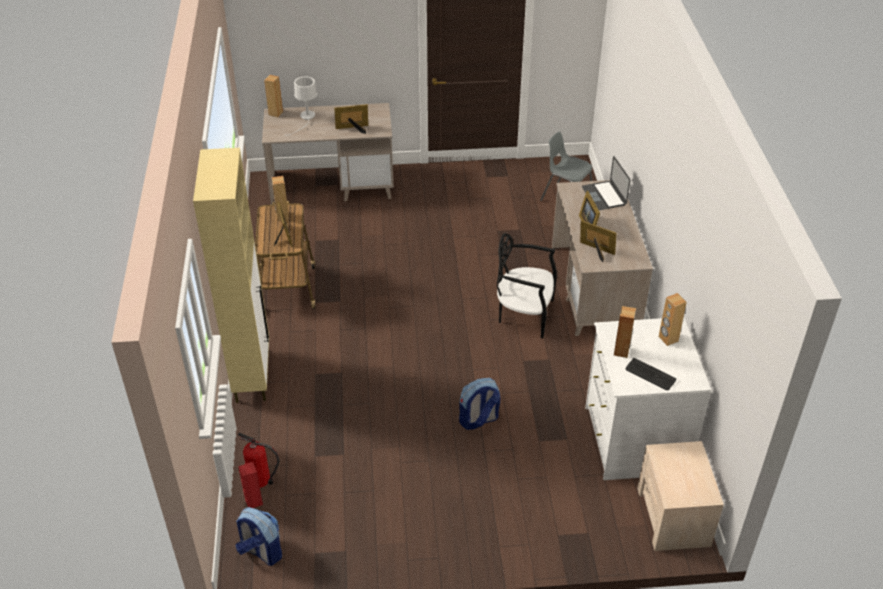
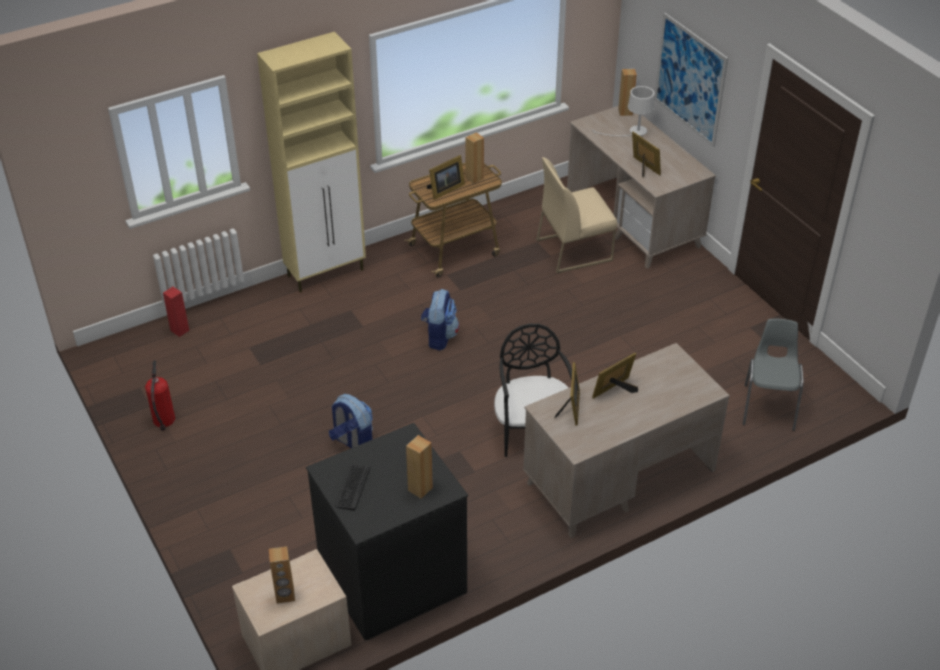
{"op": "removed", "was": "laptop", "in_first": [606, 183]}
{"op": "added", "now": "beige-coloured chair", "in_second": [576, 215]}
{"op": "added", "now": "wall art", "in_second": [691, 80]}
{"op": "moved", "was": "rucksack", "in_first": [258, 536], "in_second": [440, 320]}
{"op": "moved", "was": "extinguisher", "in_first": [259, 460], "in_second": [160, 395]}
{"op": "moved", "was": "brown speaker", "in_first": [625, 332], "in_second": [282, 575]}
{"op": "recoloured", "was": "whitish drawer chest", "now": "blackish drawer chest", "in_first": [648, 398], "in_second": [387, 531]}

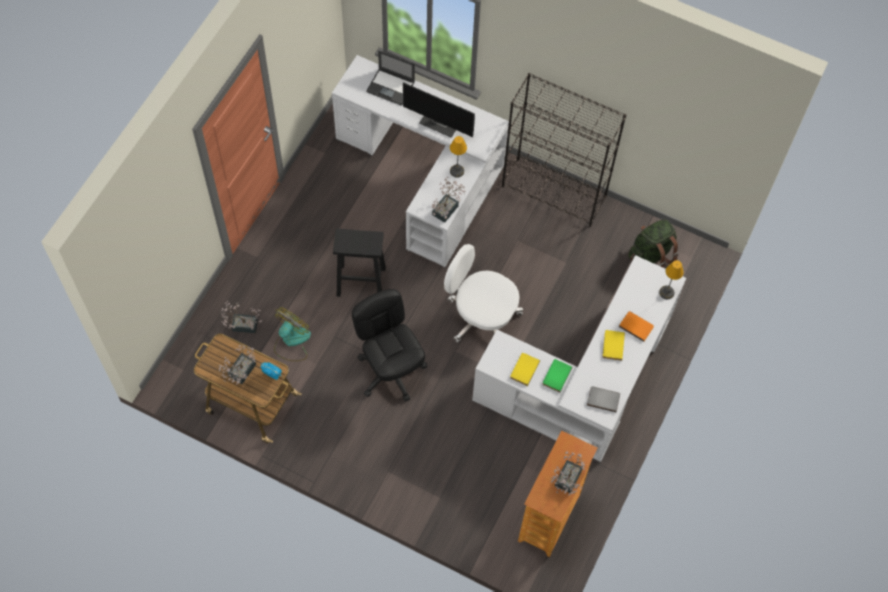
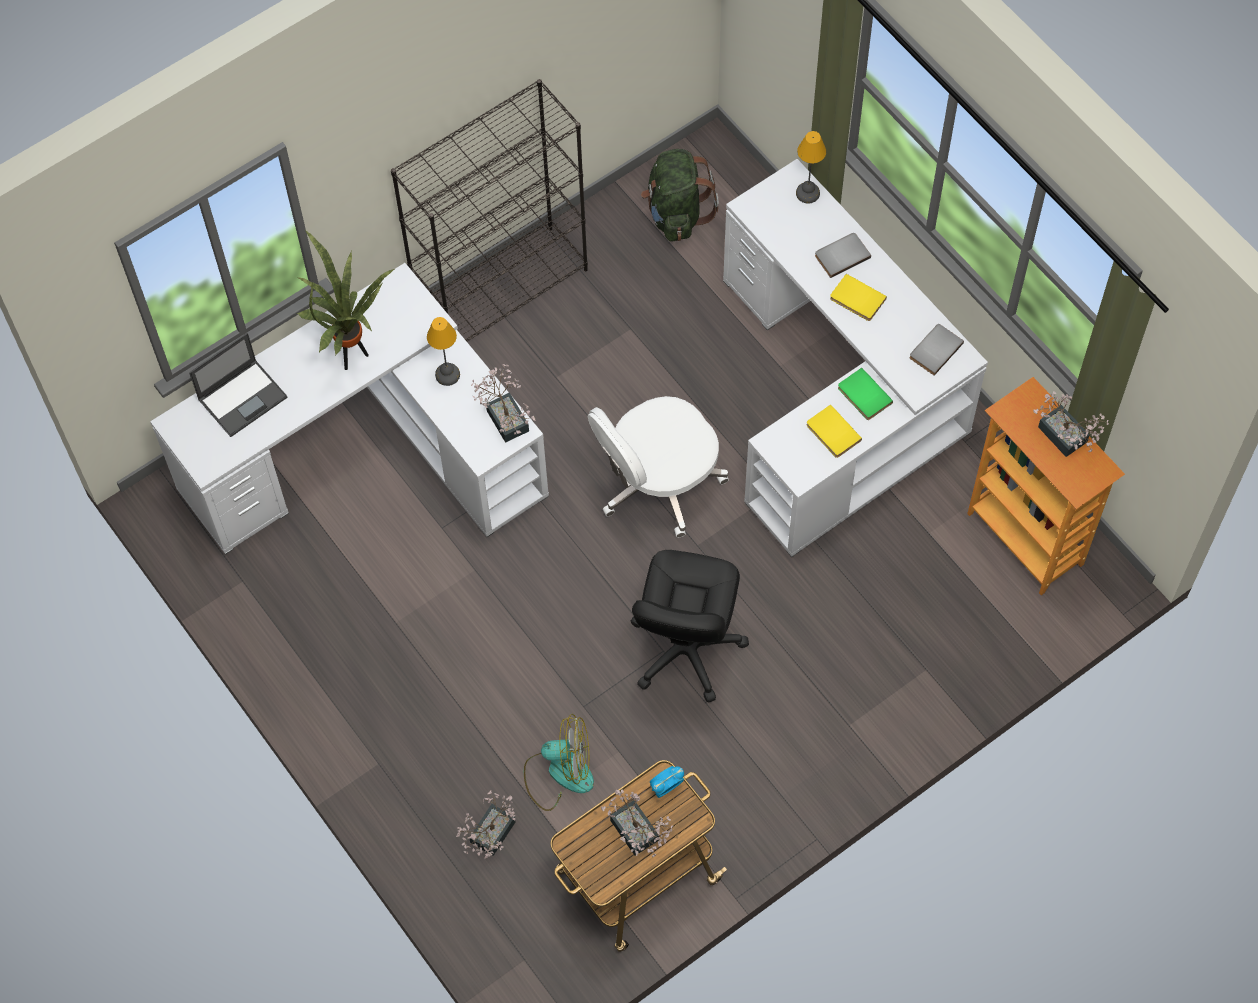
{"op": "removed", "was": "blackish stool seat", "in_first": [359, 263]}
{"op": "replaced", "was": "monitor", "now": "potted plant", "in_first": [439, 110], "in_second": [346, 299]}
{"op": "recoloured", "was": "orangey book", "now": "grey book", "in_first": [636, 326], "in_second": [843, 255]}
{"op": "turned", "was": "electric fan", "in_first": [292, 334], "in_second": [559, 762], "clockwise": 120}
{"op": "turned", "was": "blackish office chair", "in_first": [389, 345], "in_second": [690, 626], "clockwise": -75}

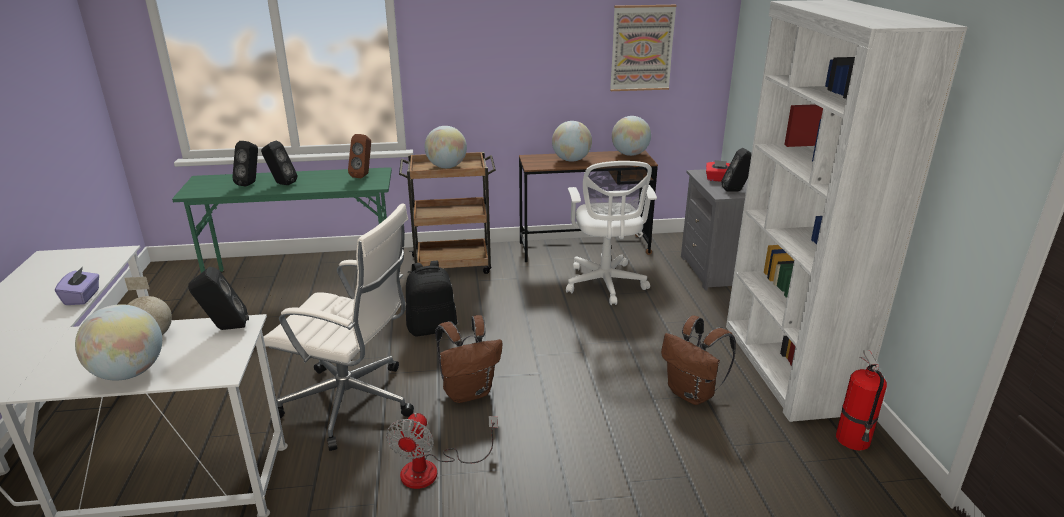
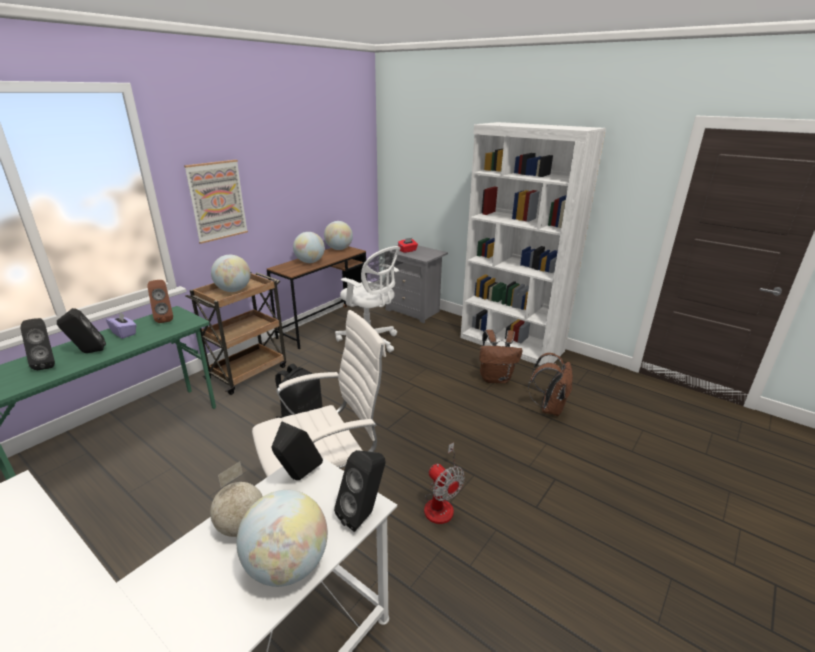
{"op": "removed", "was": "extinguisher", "in_first": [861, 400]}
{"op": "moved", "was": "purple box of tissues", "in_first": [77, 286], "in_second": [121, 325]}
{"op": "moved", "was": "brown rucksack", "in_first": [468, 359], "in_second": [550, 385]}
{"op": "moved", "was": "wall art", "in_first": [643, 48], "in_second": [216, 202]}
{"op": "moved", "was": "blackish speaker", "in_first": [737, 170], "in_second": [360, 491]}

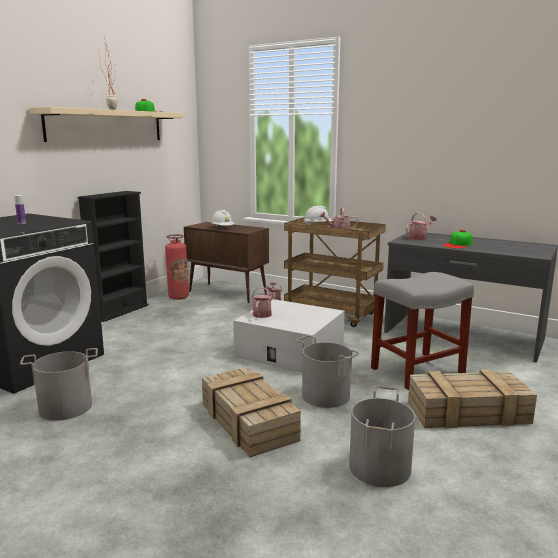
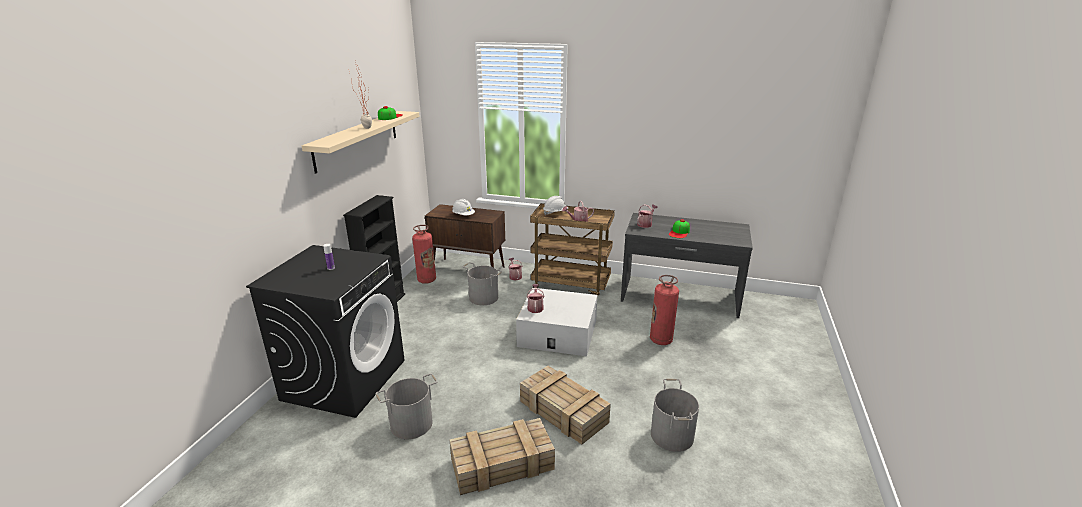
{"op": "moved", "was": "grey water bucket", "in_first": [328, 371], "in_second": [482, 283]}
{"op": "moved", "was": "crate", "in_first": [472, 399], "in_second": [502, 456]}
{"op": "replaced", "was": "grey stool seat", "now": "extinguisher", "in_first": [422, 331], "in_second": [664, 310]}

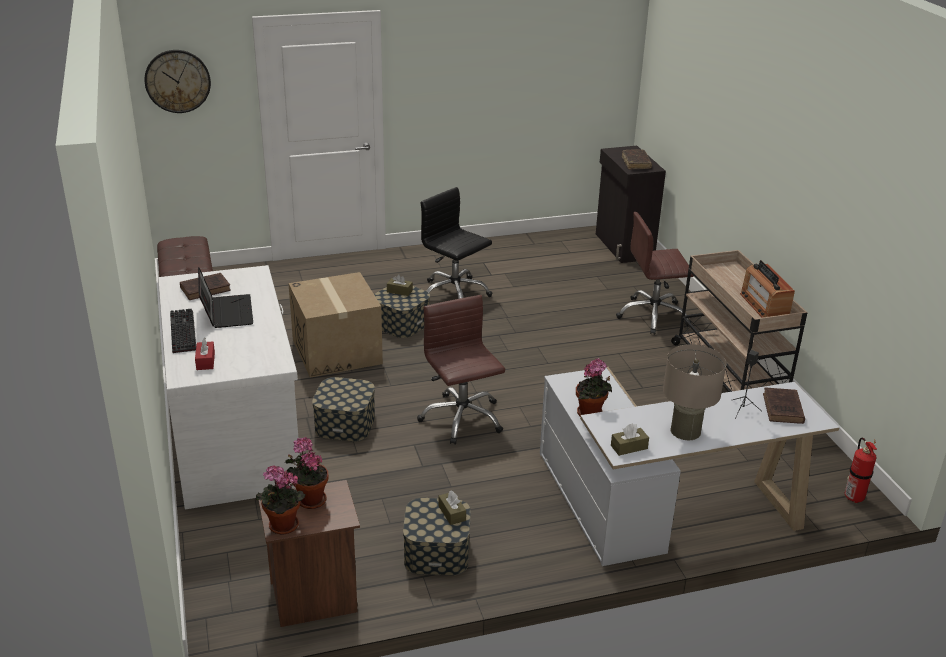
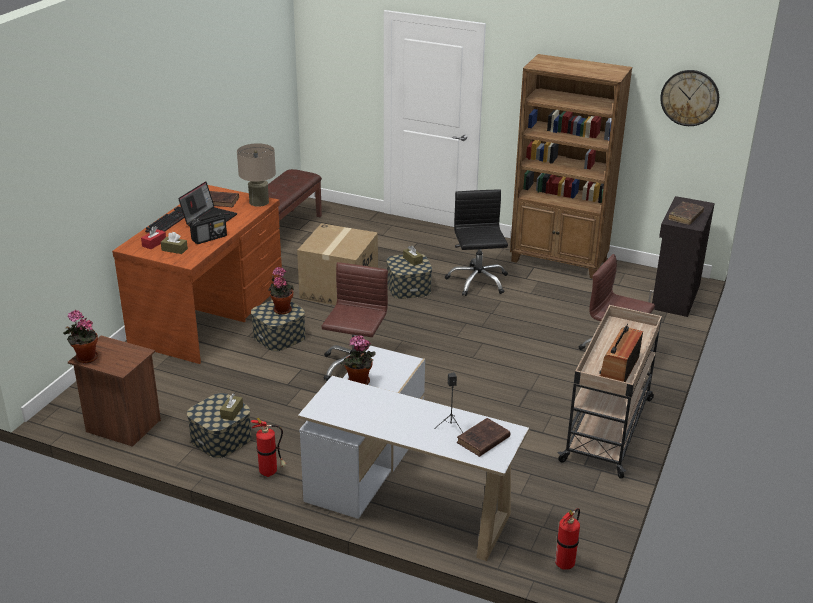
{"op": "added", "now": "radio set", "in_second": [208, 228]}
{"op": "added", "now": "extinguisher", "in_second": [268, 447]}
{"op": "added", "now": "brown bookshelf", "in_second": [571, 166]}
{"op": "moved", "was": "hanging clock", "in_first": [178, 81], "in_second": [689, 98]}
{"op": "moved", "was": "potted plant", "in_first": [306, 473], "in_second": [281, 291]}
{"op": "moved", "was": "brown box of tissues", "in_first": [630, 439], "in_second": [174, 243]}
{"op": "moved", "was": "beige-coloured tabletop lamp", "in_first": [695, 392], "in_second": [256, 175]}
{"op": "recoloured", "was": "whitish desk unit", "now": "brown desk unit", "in_first": [229, 387], "in_second": [197, 274]}

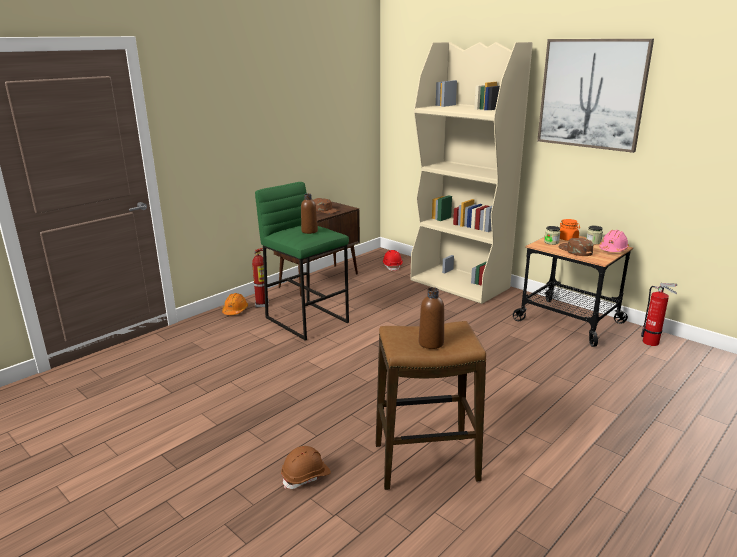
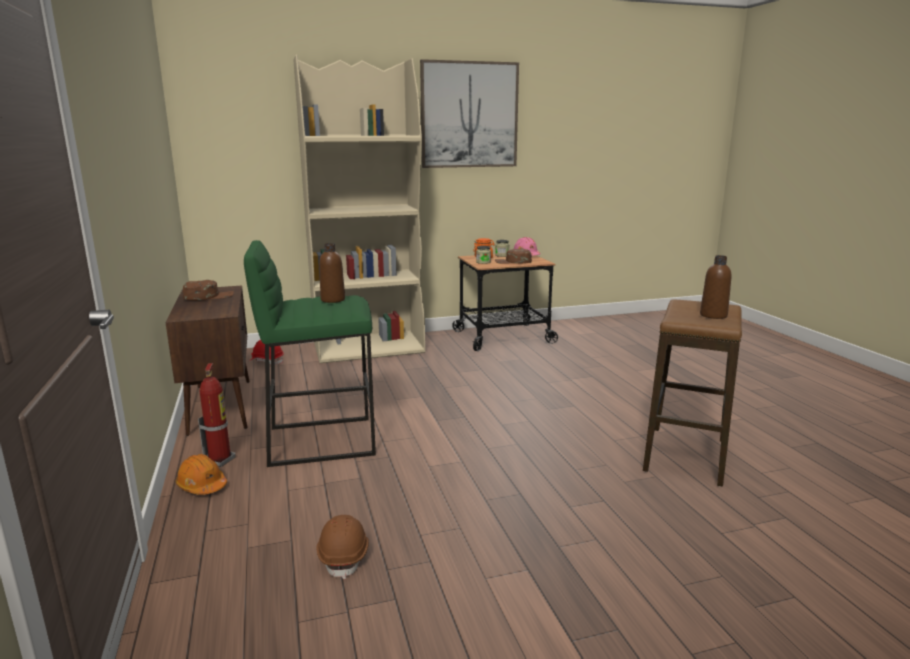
{"op": "removed", "was": "extinguisher", "in_first": [659, 314]}
{"op": "moved", "was": "brown work helmet", "in_first": [306, 467], "in_second": [343, 547]}

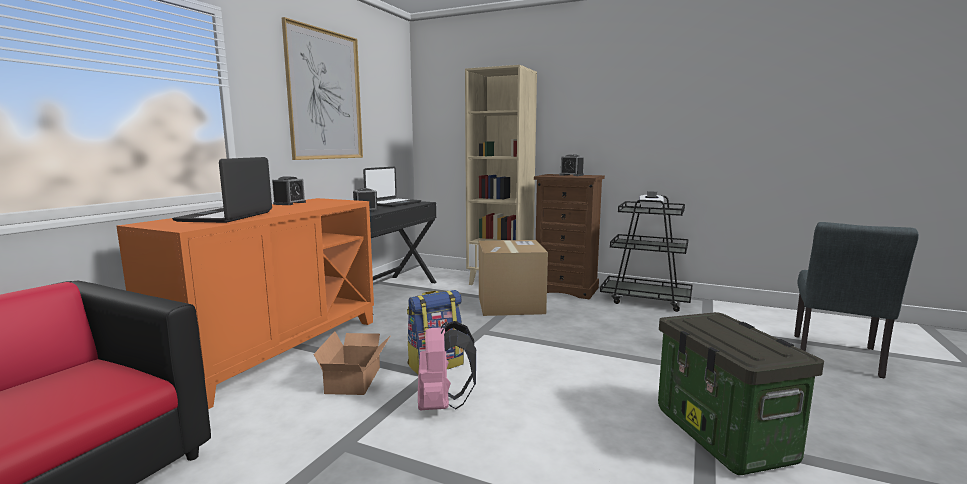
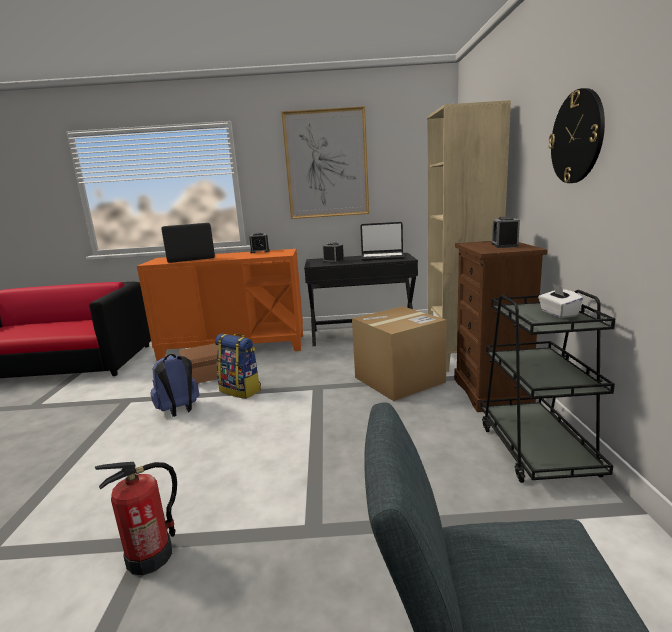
{"op": "added", "now": "hanging clock", "in_second": [576, 135]}
{"op": "replaced", "was": "storage bin", "now": "extinguisher", "in_first": [741, 393], "in_second": [136, 518]}
{"op": "recoloured", "was": "pinkish rucksack", "now": "bluish rucksack", "in_first": [447, 365], "in_second": [175, 385]}

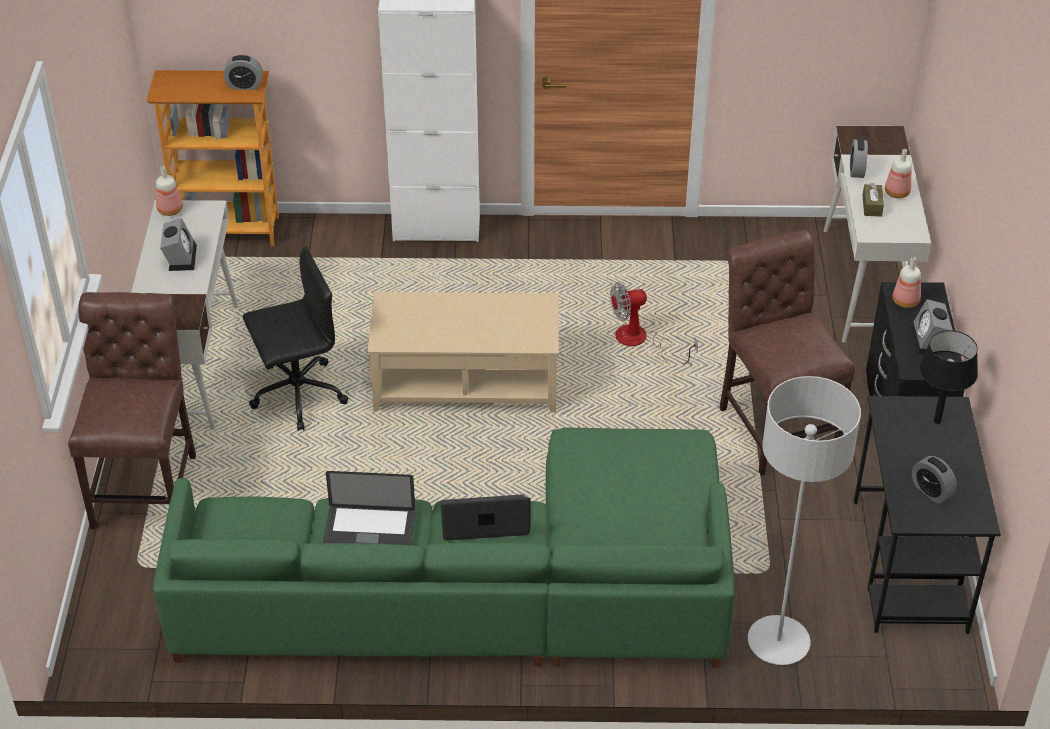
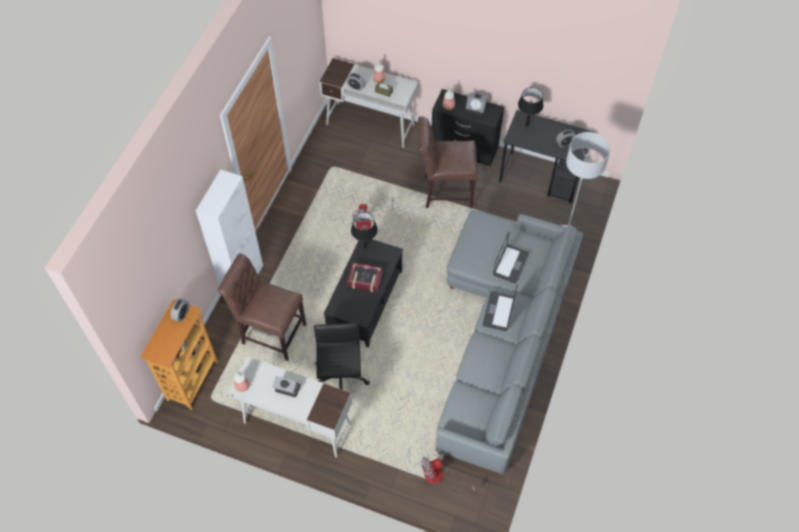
{"op": "added", "now": "book", "in_second": [365, 277]}
{"op": "added", "now": "blackish tabletop lamp", "in_second": [364, 230]}
{"op": "added", "now": "electric fan", "in_second": [448, 476]}
{"op": "moved", "was": "brown chair", "in_first": [132, 410], "in_second": [262, 307]}
{"op": "moved", "was": "laptop", "in_first": [369, 508], "in_second": [511, 257]}
{"op": "recoloured", "was": "green settee", "now": "grey settee", "in_first": [444, 548], "in_second": [509, 343]}
{"op": "recoloured", "was": "beige-coloured low table", "now": "blackish low table", "in_first": [463, 352], "in_second": [363, 293]}

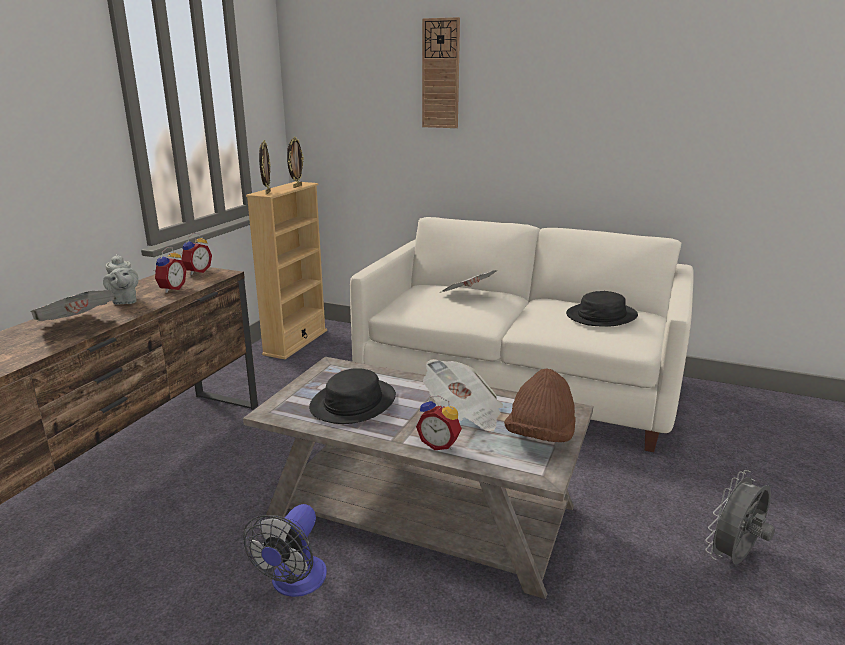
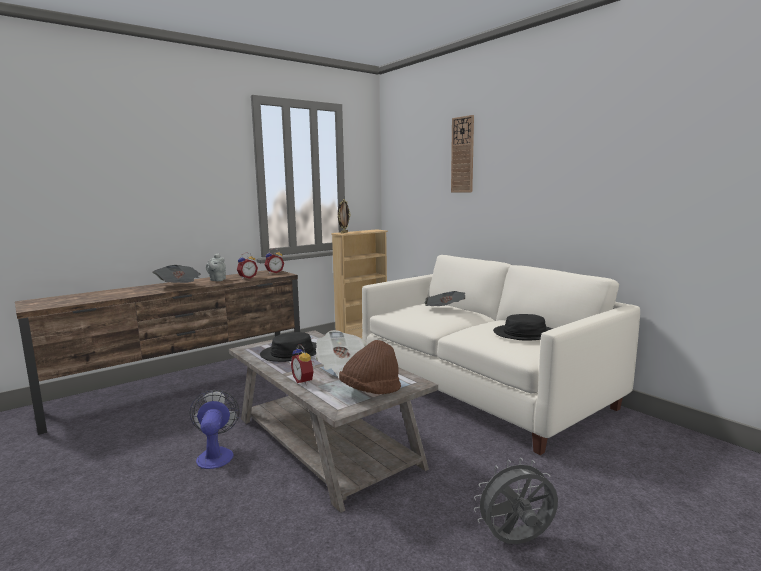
{"op": "removed", "was": "photo frame", "in_first": [295, 162]}
{"op": "turned", "was": "electric fan", "in_first": [285, 550], "in_second": [215, 429], "clockwise": 120}

